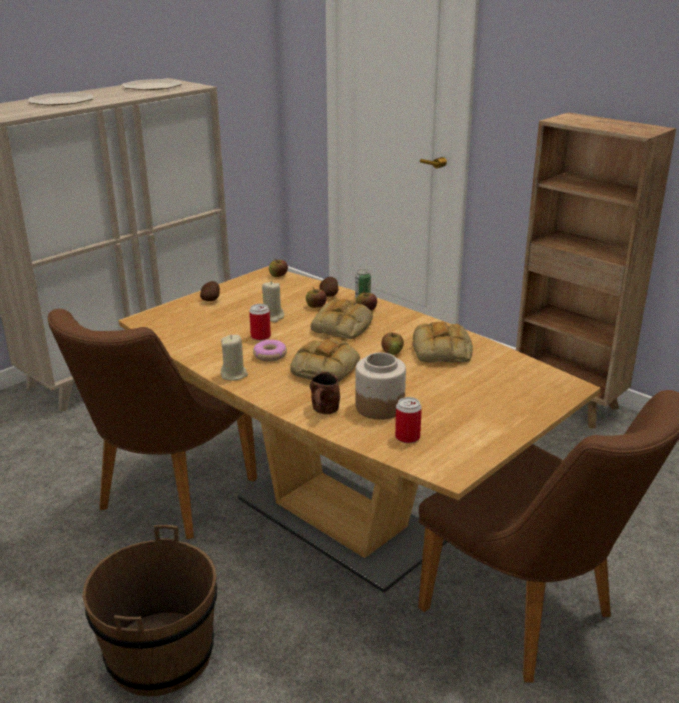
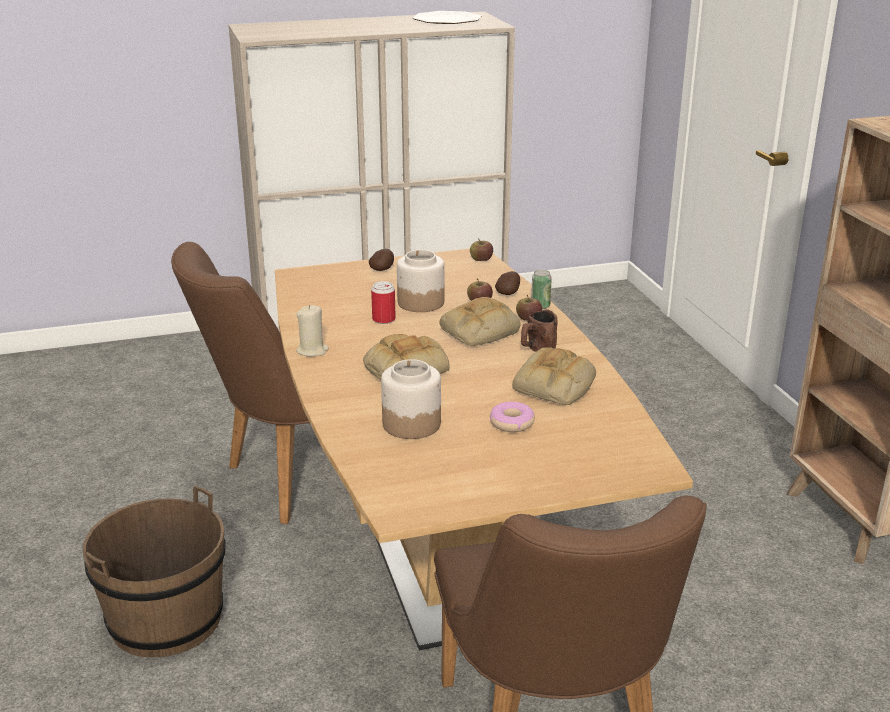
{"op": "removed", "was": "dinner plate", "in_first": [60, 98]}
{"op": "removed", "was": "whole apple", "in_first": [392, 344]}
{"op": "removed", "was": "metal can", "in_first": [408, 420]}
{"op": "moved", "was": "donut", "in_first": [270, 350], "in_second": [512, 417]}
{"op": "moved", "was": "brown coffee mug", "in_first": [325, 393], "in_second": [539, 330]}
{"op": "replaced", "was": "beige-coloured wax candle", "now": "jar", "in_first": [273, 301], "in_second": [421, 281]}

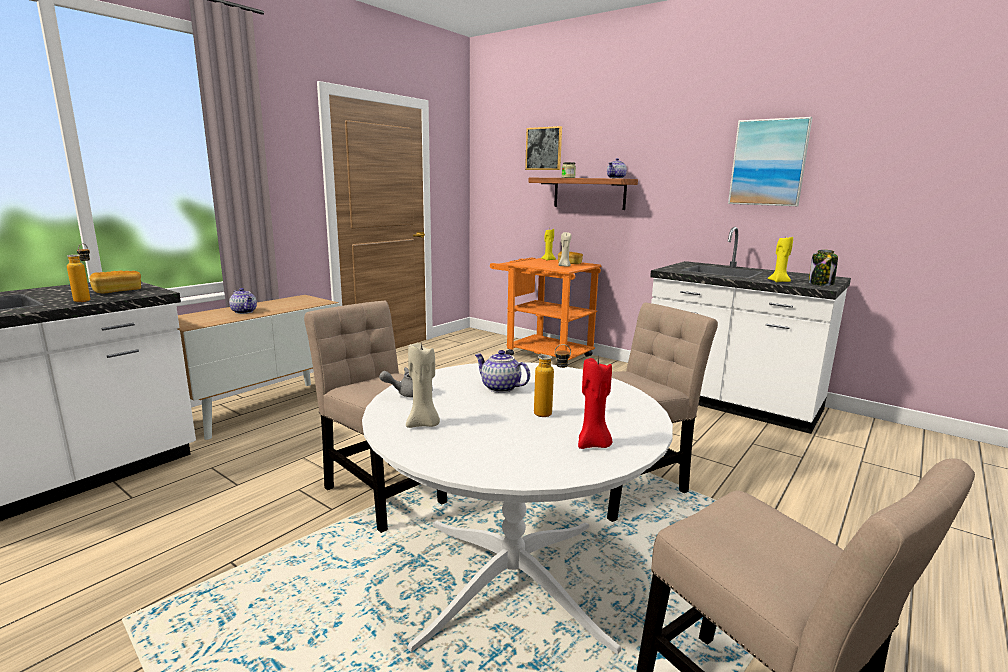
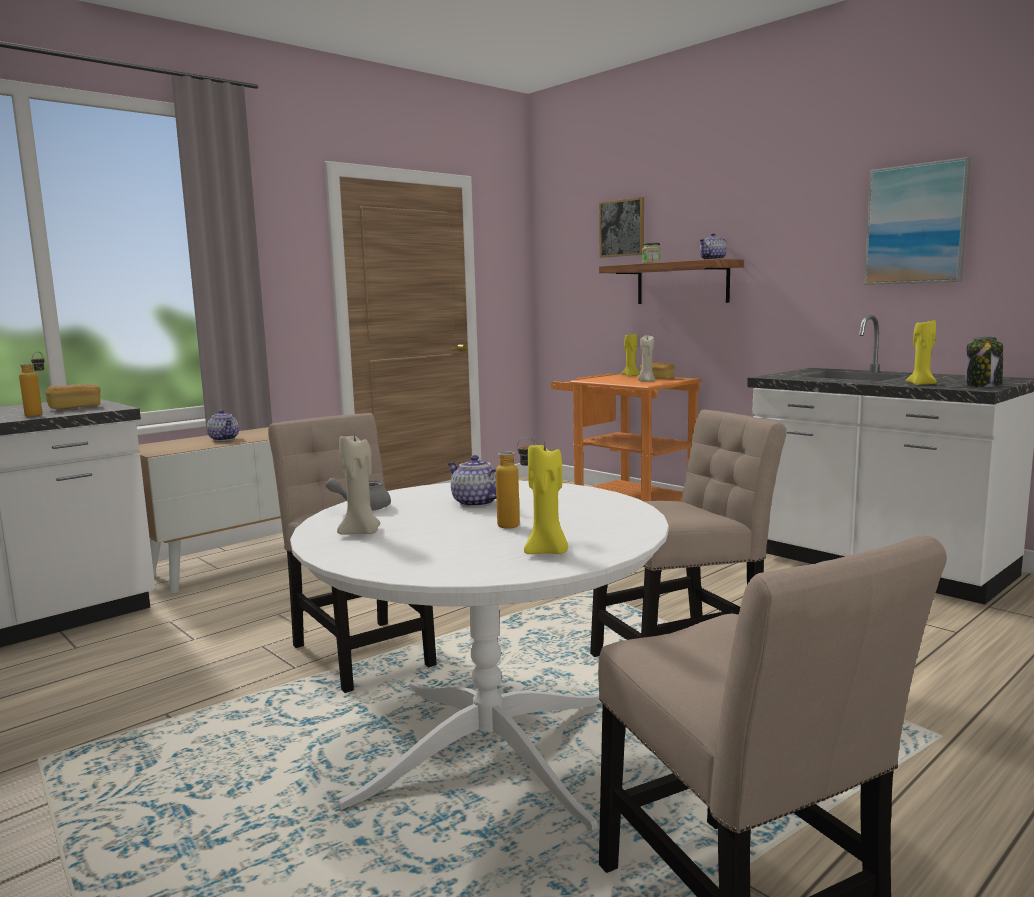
{"op": "recoloured", "was": "reddish wax candle", "now": "yellowish wax candle", "in_first": [595, 403], "in_second": [546, 499]}

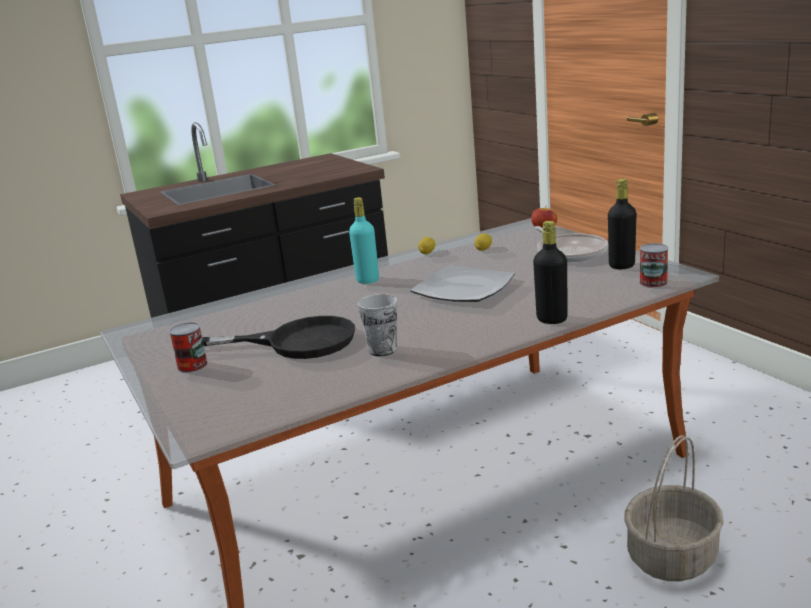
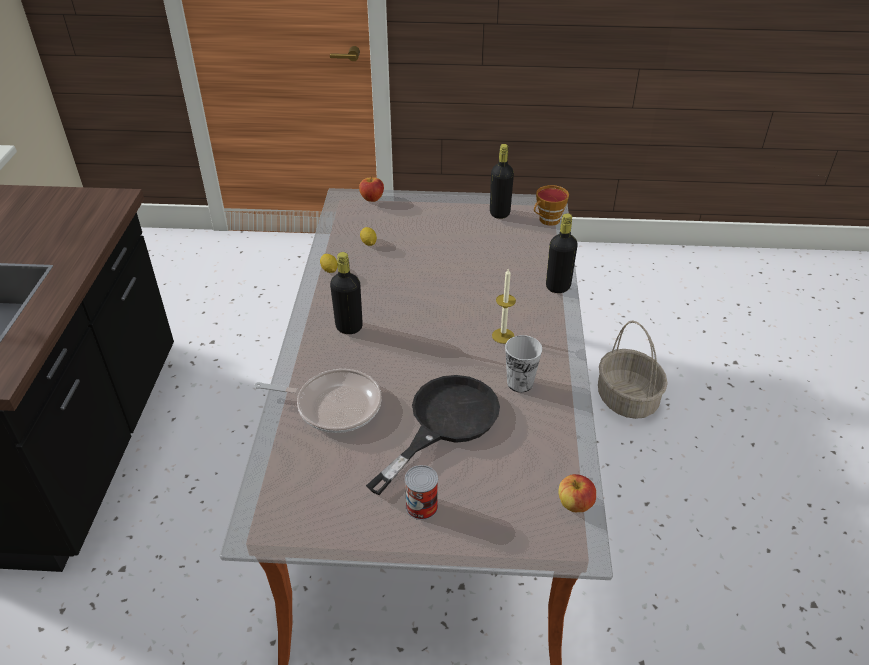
{"op": "removed", "was": "dinner plate", "in_first": [462, 283]}
{"op": "added", "now": "wax candle", "in_second": [504, 306]}
{"op": "added", "now": "whole apple", "in_second": [577, 493]}
{"op": "moved", "was": "pan", "in_first": [571, 244], "in_second": [318, 401]}
{"op": "replaced", "was": "metal can", "now": "drinking cup", "in_first": [654, 265], "in_second": [551, 205]}
{"op": "recoloured", "was": "turquoise-coloured drink bottle", "now": "blackish drink bottle", "in_first": [364, 240], "in_second": [346, 293]}

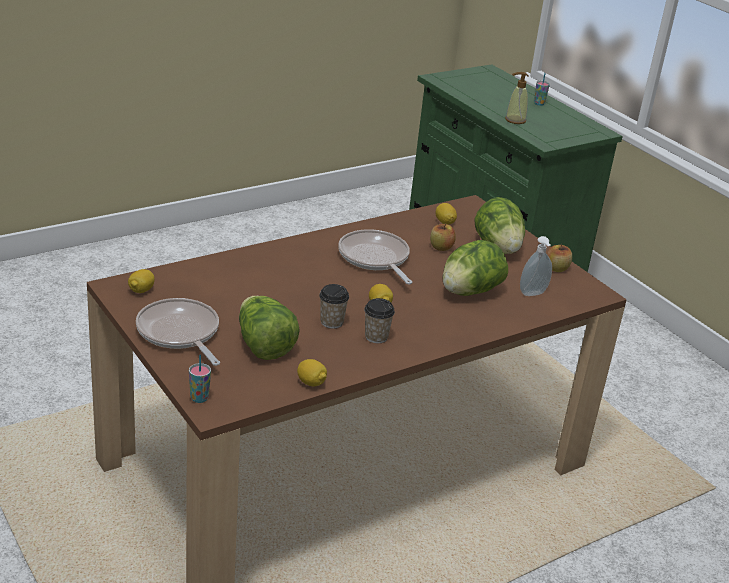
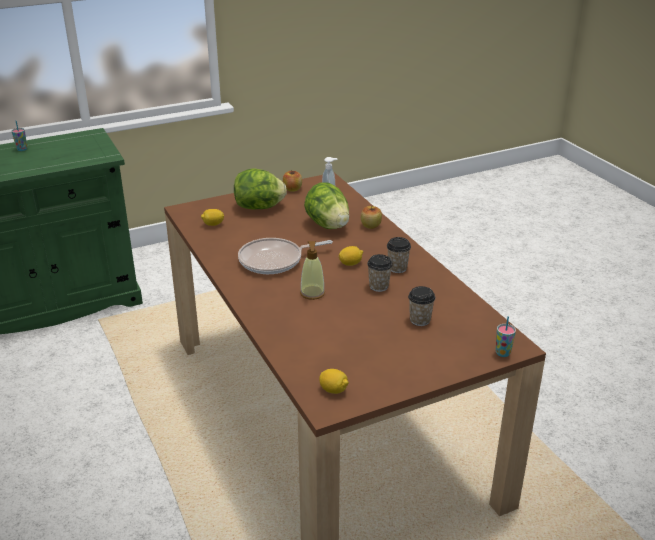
{"op": "removed", "was": "pan", "in_first": [178, 332]}
{"op": "removed", "was": "whole lemon", "in_first": [312, 372]}
{"op": "moved", "was": "whole apple", "in_first": [443, 237], "in_second": [371, 217]}
{"op": "moved", "was": "soap bottle", "in_first": [516, 98], "in_second": [312, 270]}
{"op": "replaced", "was": "lettuce head", "now": "drinking cup", "in_first": [269, 328], "in_second": [421, 306]}

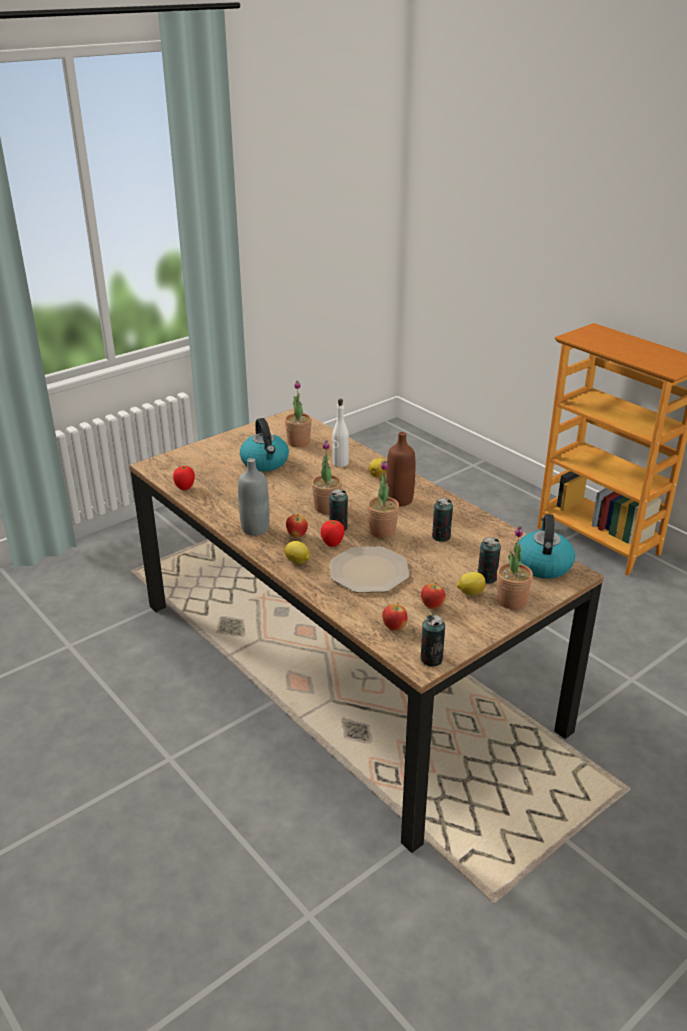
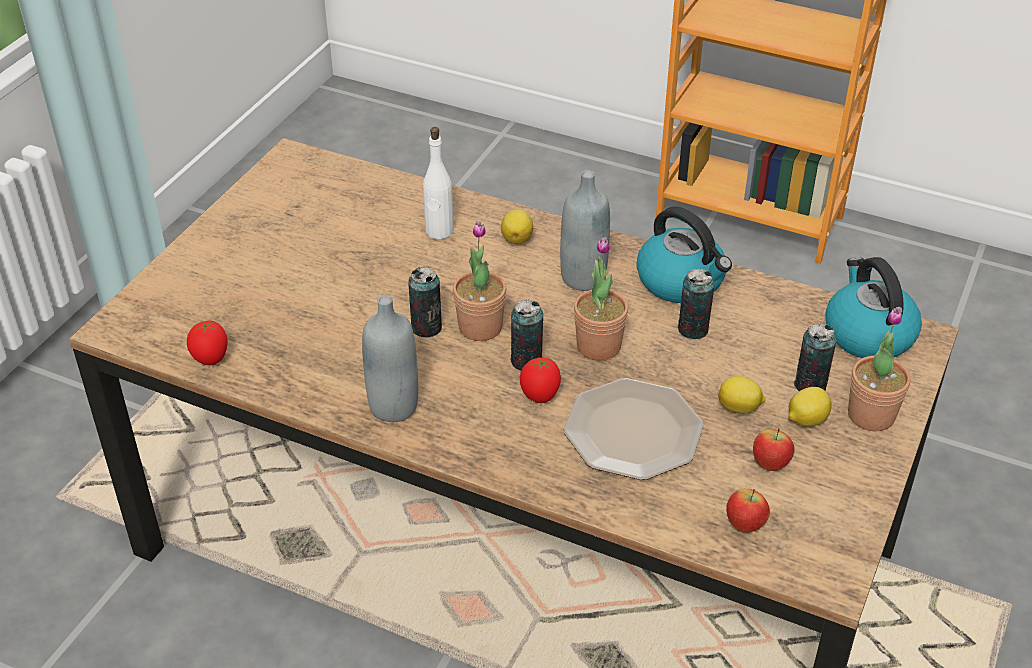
{"op": "removed", "was": "potted plant", "in_first": [298, 413]}
{"op": "removed", "was": "whole apple", "in_first": [297, 526]}
{"op": "moved", "was": "kettle", "in_first": [264, 444], "in_second": [684, 254]}
{"op": "moved", "was": "whole lemon", "in_first": [297, 552], "in_second": [741, 395]}
{"op": "moved", "was": "metal can", "in_first": [433, 640], "in_second": [425, 302]}
{"op": "recoloured", "was": "brown drink bottle", "now": "grey drink bottle", "in_first": [400, 469], "in_second": [585, 230]}

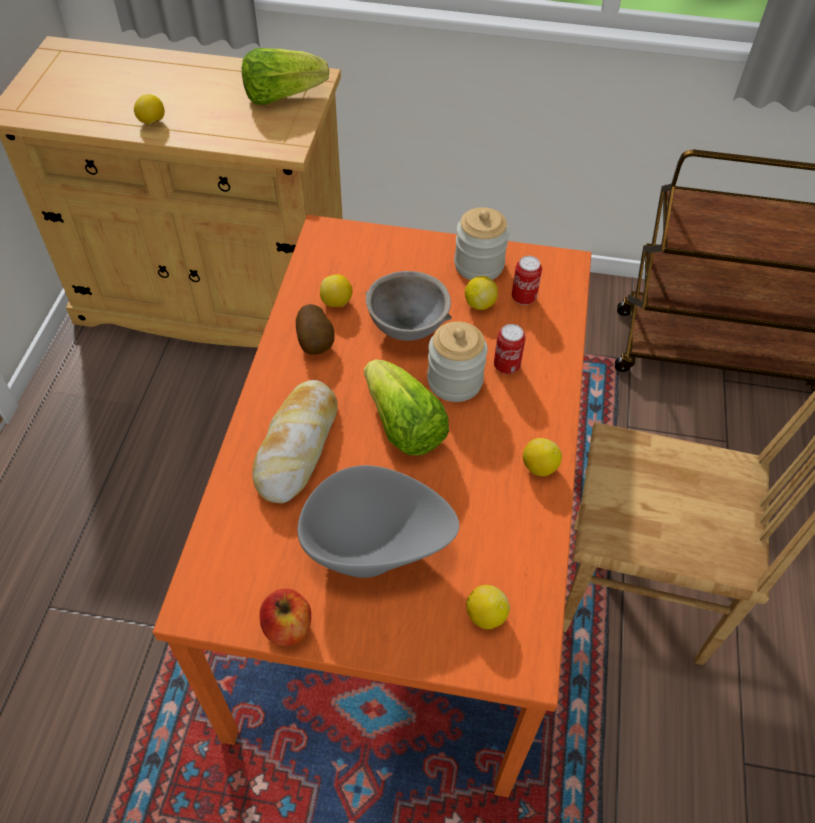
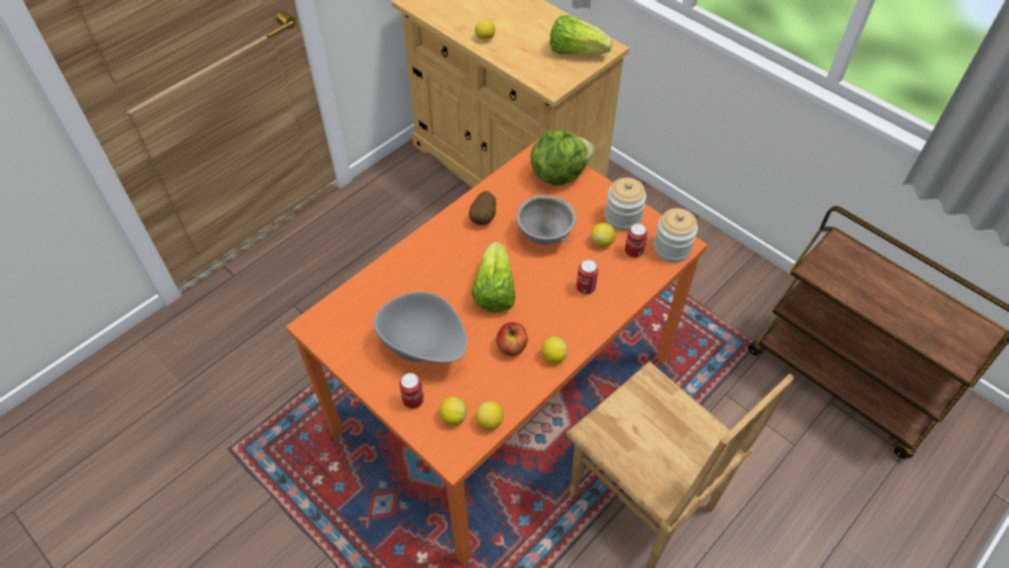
{"op": "removed", "was": "bread", "in_first": [295, 441]}
{"op": "added", "now": "metal can", "in_second": [411, 391]}
{"op": "added", "now": "lettuce head", "in_second": [562, 157]}
{"op": "moved", "was": "whole apple", "in_first": [285, 617], "in_second": [512, 339]}
{"op": "moved", "was": "whole lemon", "in_first": [336, 290], "in_second": [489, 415]}
{"op": "moved", "was": "jar", "in_first": [457, 361], "in_second": [675, 235]}

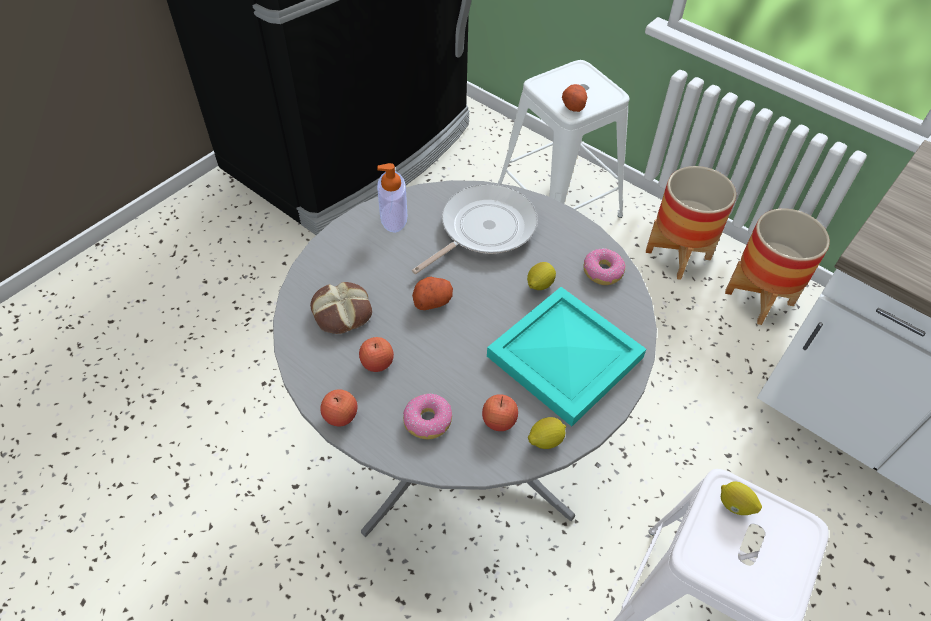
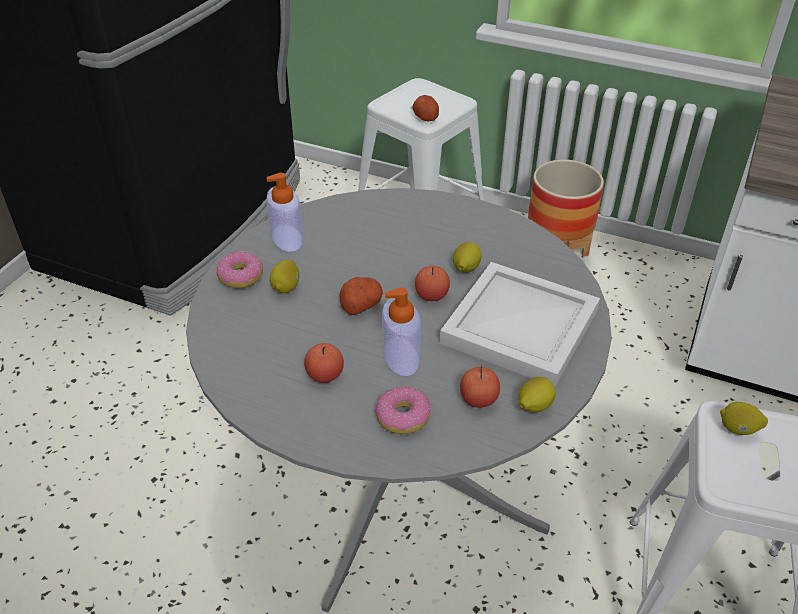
{"op": "removed", "was": "bread", "in_first": [341, 308]}
{"op": "removed", "was": "pan", "in_first": [475, 229]}
{"op": "removed", "was": "flower pot", "in_first": [777, 266]}
{"op": "added", "now": "whole lemon", "in_second": [285, 276]}
{"op": "added", "now": "soap bottle", "in_second": [401, 331]}
{"op": "moved", "was": "whole apple", "in_first": [338, 408], "in_second": [432, 283]}
{"op": "moved", "was": "donut", "in_first": [604, 266], "in_second": [240, 270]}
{"op": "recoloured", "was": "turquoise-coloured serving tray", "now": "whitish serving tray", "in_first": [566, 357], "in_second": [520, 324]}

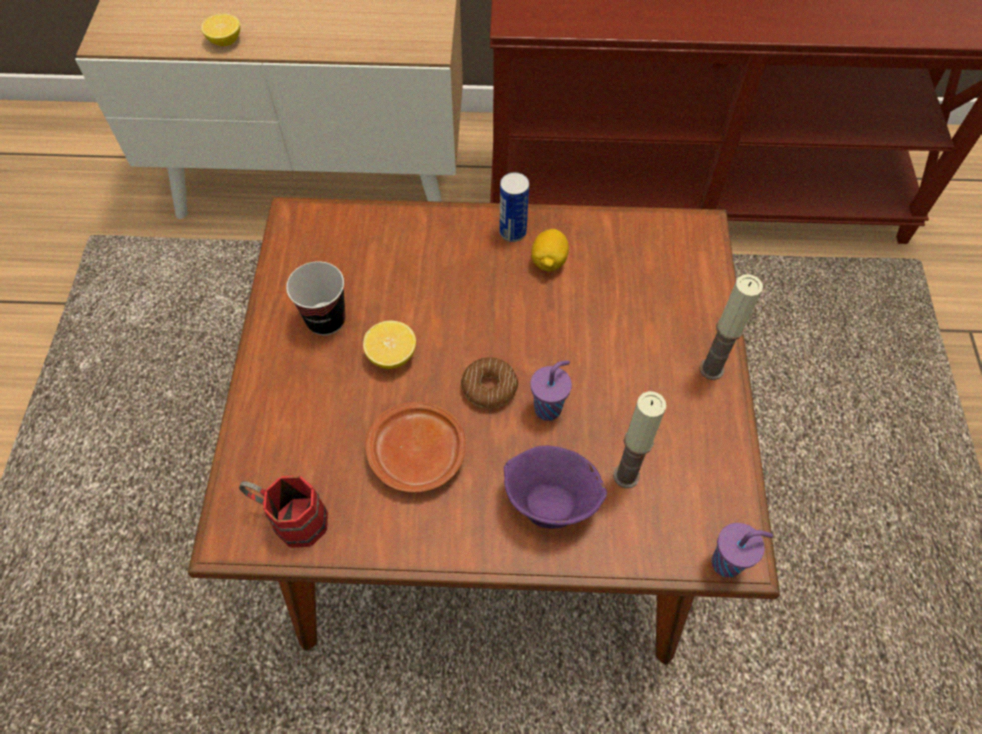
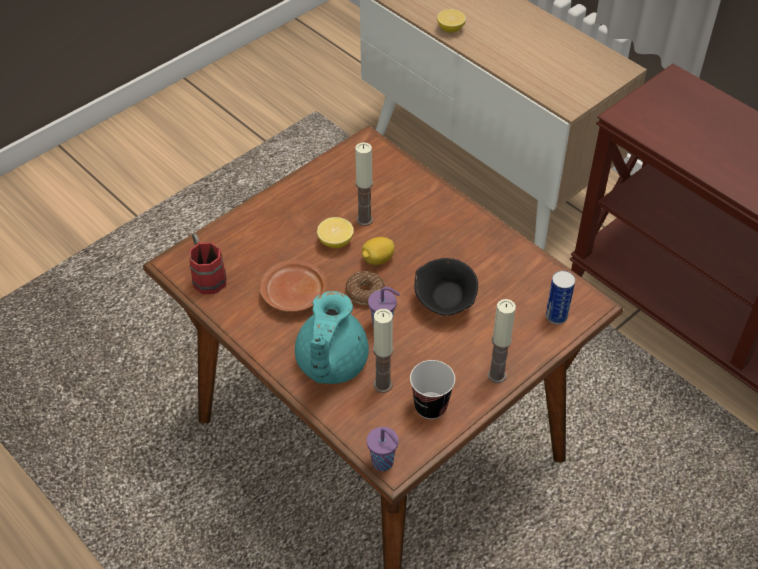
{"op": "added", "now": "wax candle", "in_second": [364, 184]}
{"op": "added", "now": "blackish bowl", "in_second": [446, 287]}
{"op": "moved", "was": "drinking cup", "in_first": [316, 298], "in_second": [432, 389]}
{"op": "moved", "was": "metal can", "in_first": [514, 207], "in_second": [560, 298]}
{"op": "moved", "was": "whole lemon", "in_first": [550, 250], "in_second": [378, 251]}
{"op": "replaced", "was": "purple bowl", "now": "turquoise-coloured tea pot", "in_first": [555, 487], "in_second": [332, 337]}

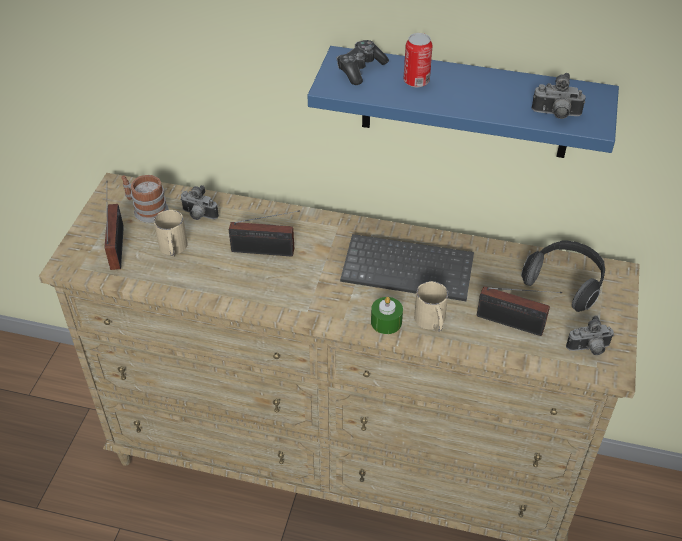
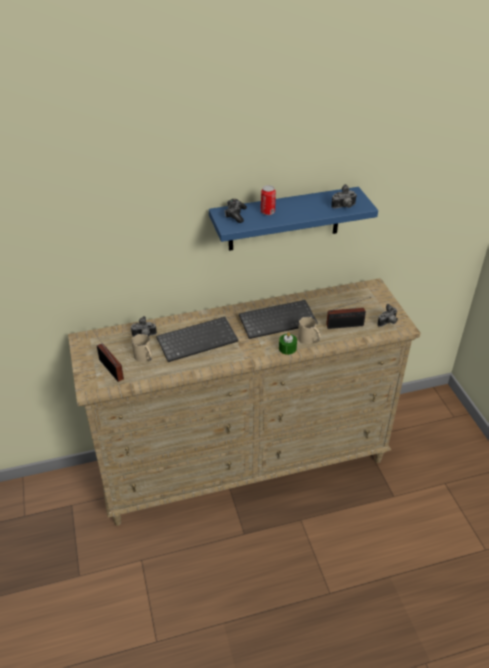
{"op": "removed", "was": "coffee mug", "in_first": [145, 199]}
{"op": "removed", "was": "pair of headphones", "in_first": [563, 276]}
{"op": "replaced", "was": "radio set", "now": "keyboard", "in_first": [264, 233], "in_second": [197, 339]}

